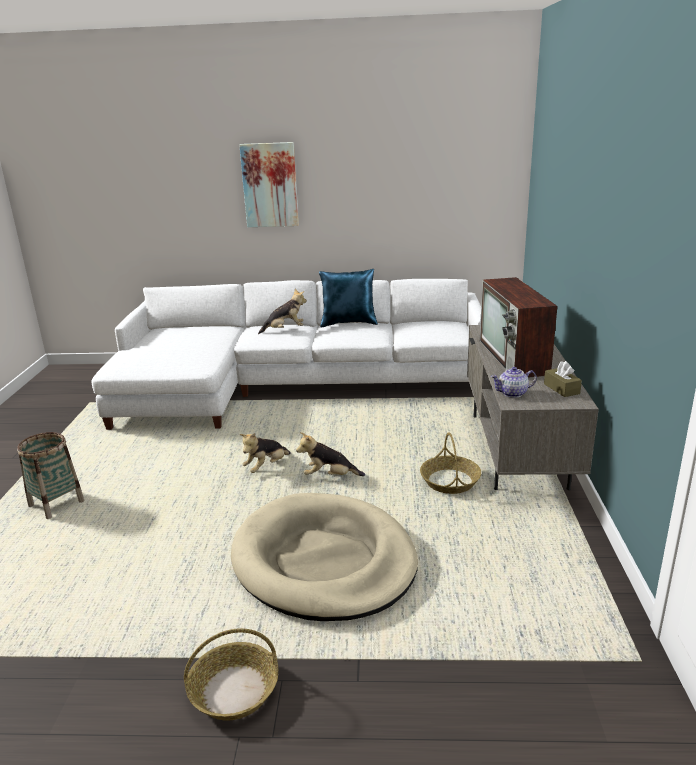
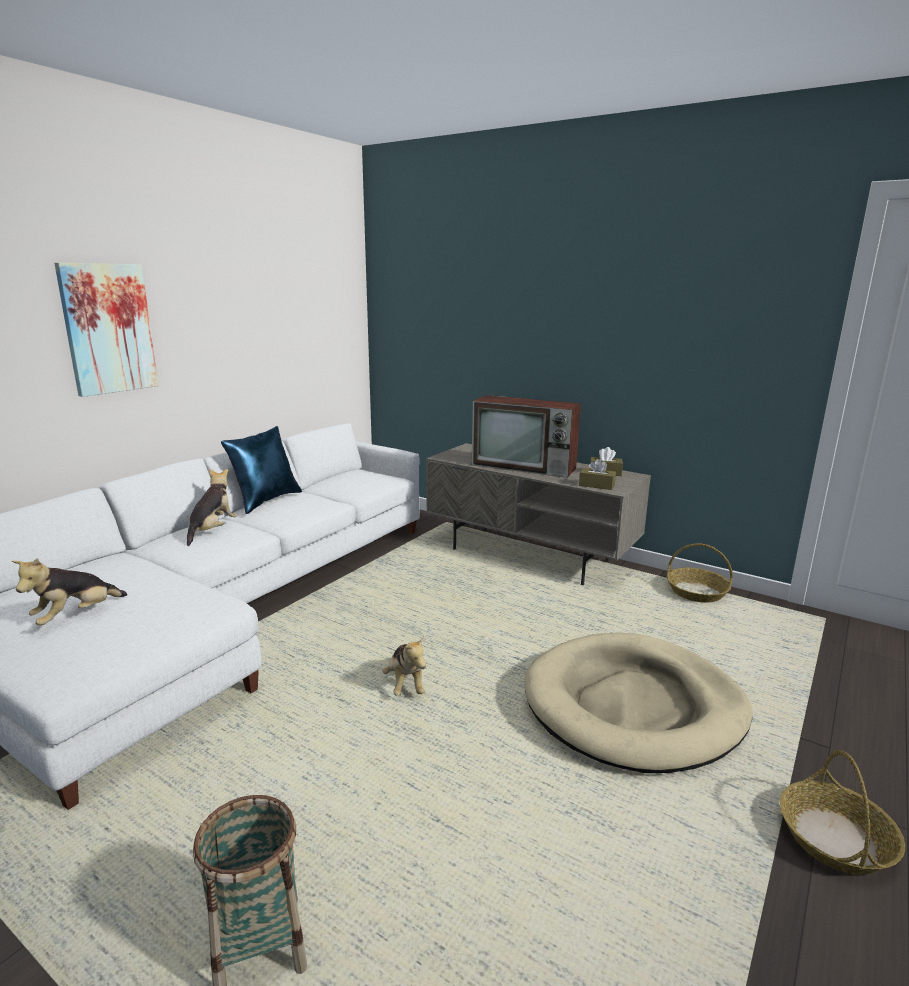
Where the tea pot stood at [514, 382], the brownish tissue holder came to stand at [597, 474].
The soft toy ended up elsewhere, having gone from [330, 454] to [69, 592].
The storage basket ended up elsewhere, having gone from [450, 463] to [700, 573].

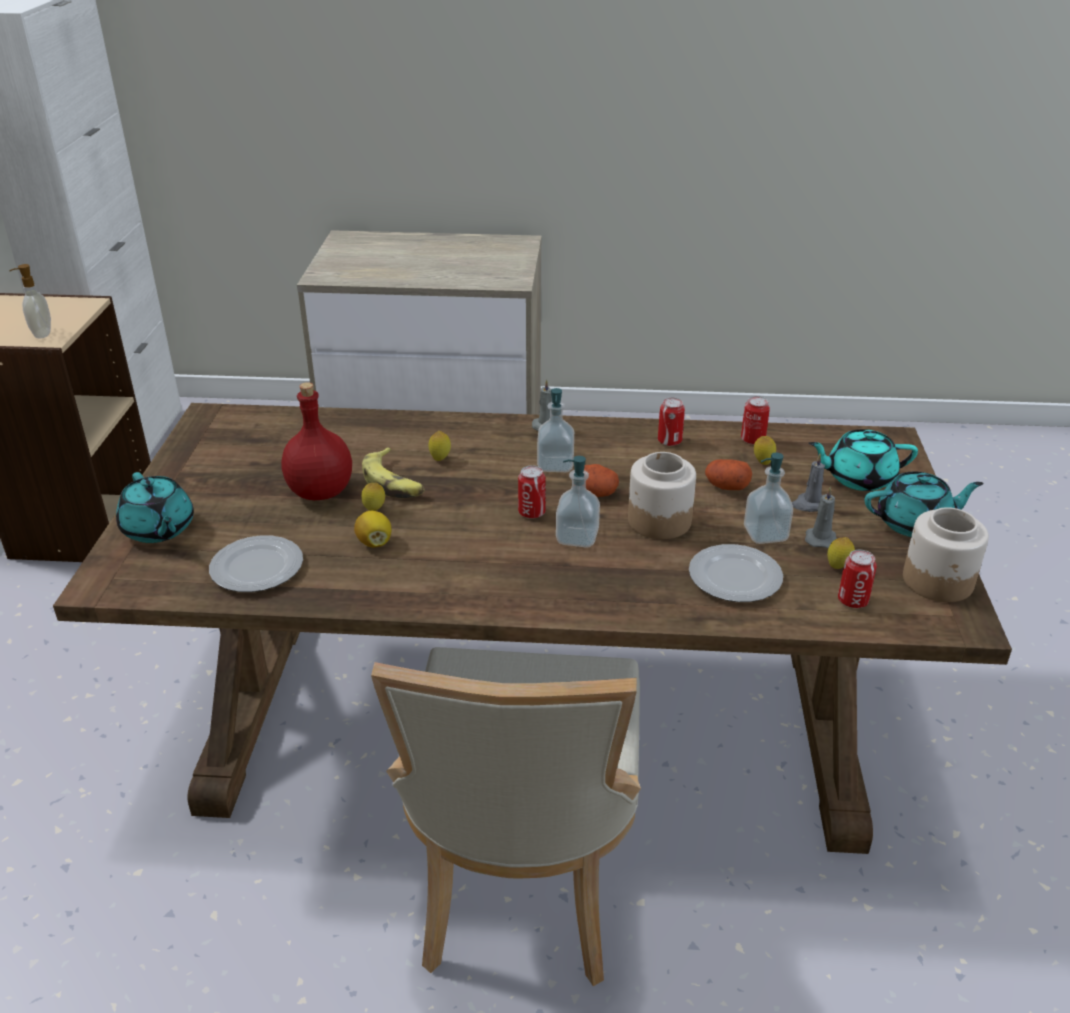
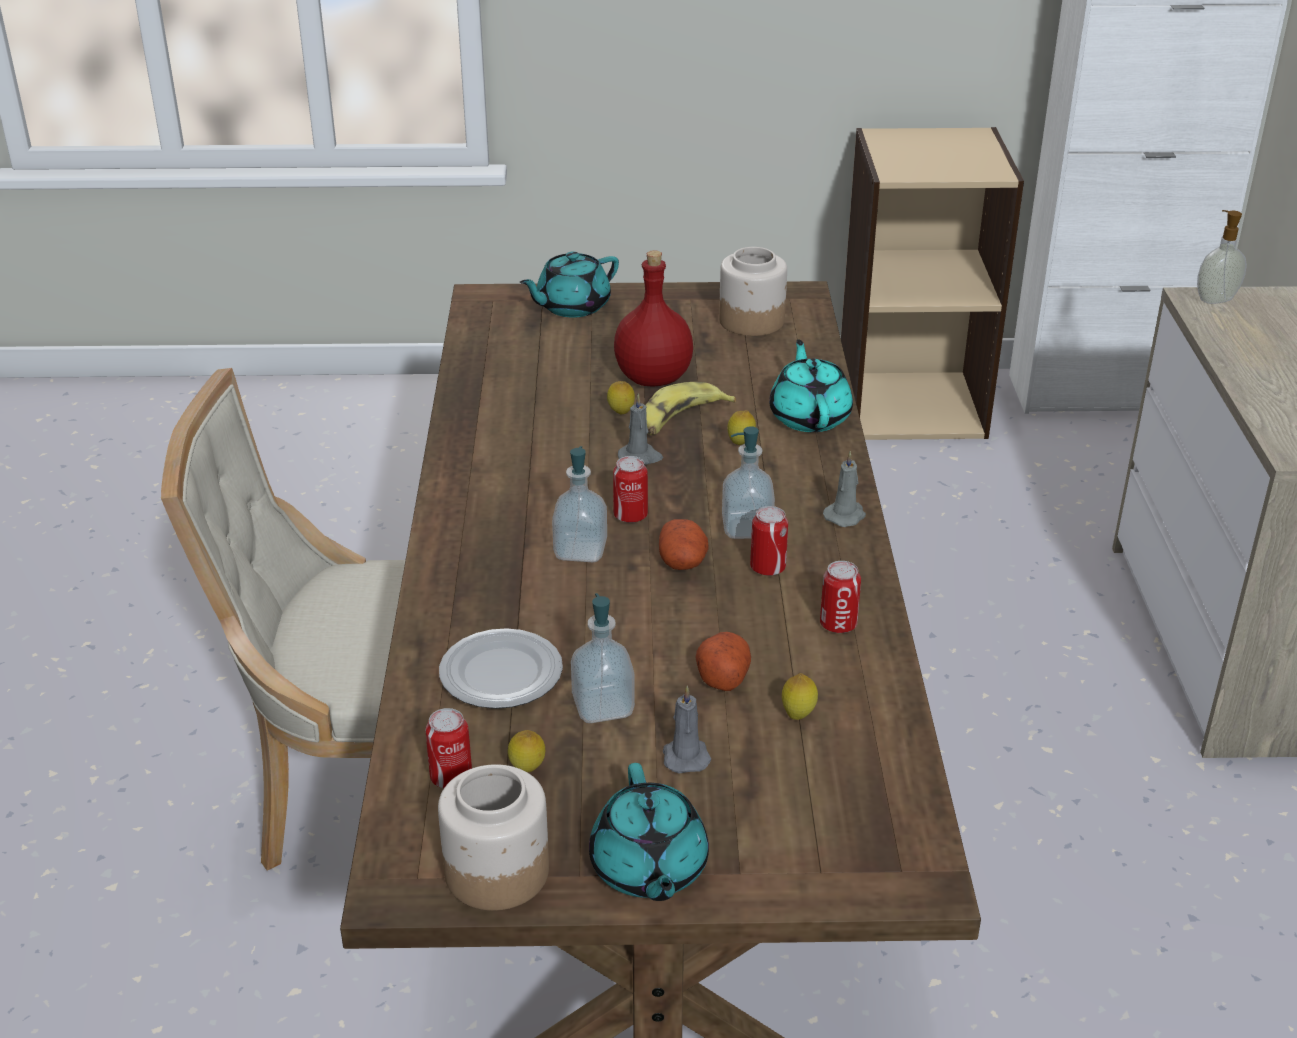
The liquid soap bottle ended up elsewhere, having gone from [30, 301] to [1222, 257].
The sealed can ended up elsewhere, having gone from [755, 420] to [769, 541].
The blue-green tea pot ended up elsewhere, having gone from [863, 460] to [811, 386].
The storage jar ended up elsewhere, having gone from [662, 495] to [753, 291].
The greyish wax candle ended up elsewhere, having gone from [821, 517] to [640, 429].
The second view lost the citrus fruit at [372, 529].
The second view lost the plate at [256, 563].

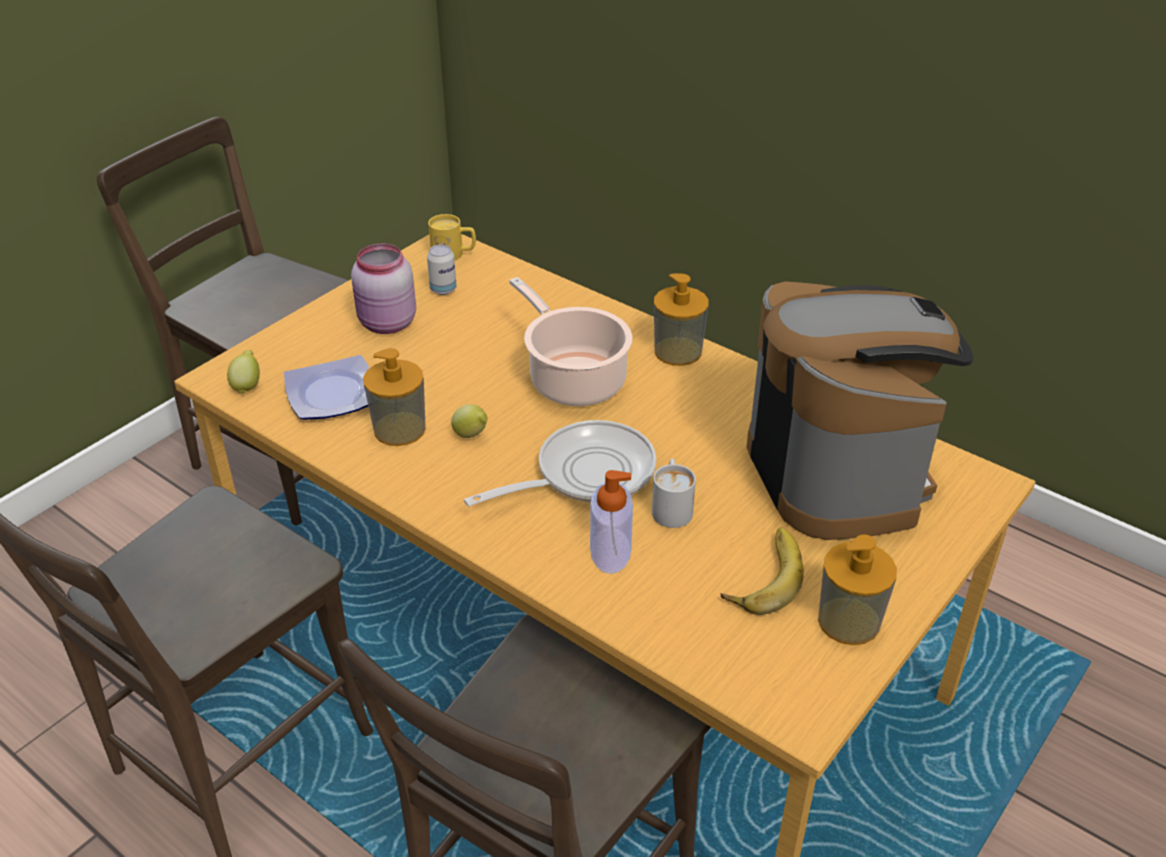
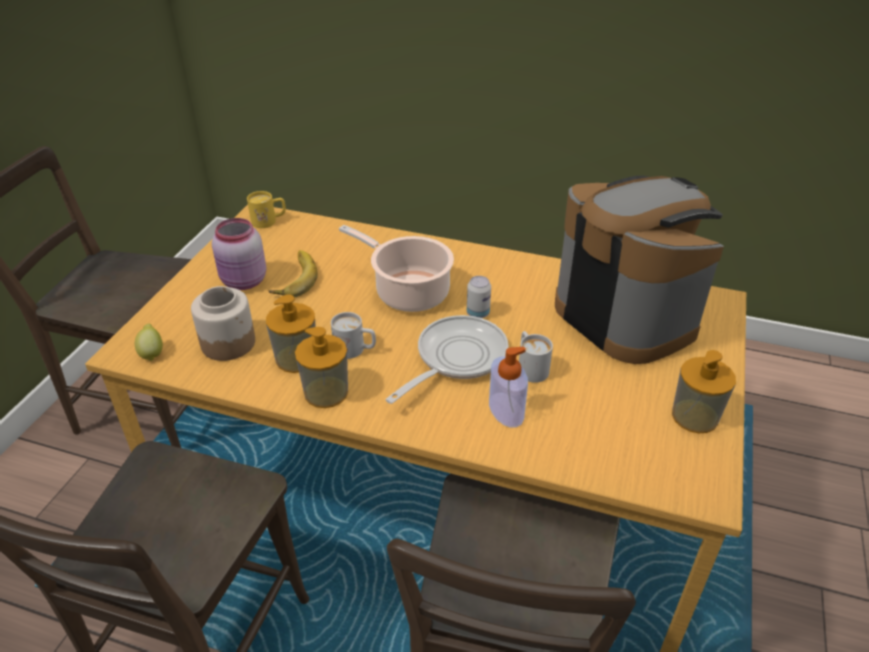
The sealed can ended up elsewhere, having gone from [442, 269] to [479, 297].
The liquid soap bottle ended up elsewhere, having gone from [681, 319] to [321, 367].
Where the plate stood at [327, 387], the storage jar came to stand at [223, 323].
Where the citrus fruit stood at [469, 421], the whitish tea mug came to stand at [353, 335].
The whole banana ended up elsewhere, having gone from [762, 571] to [293, 273].

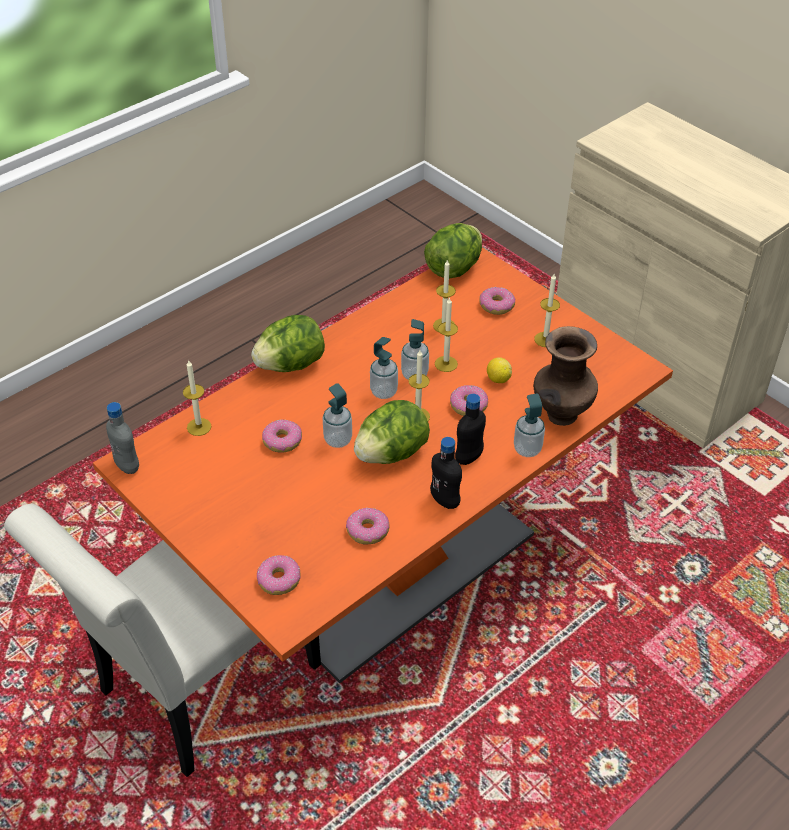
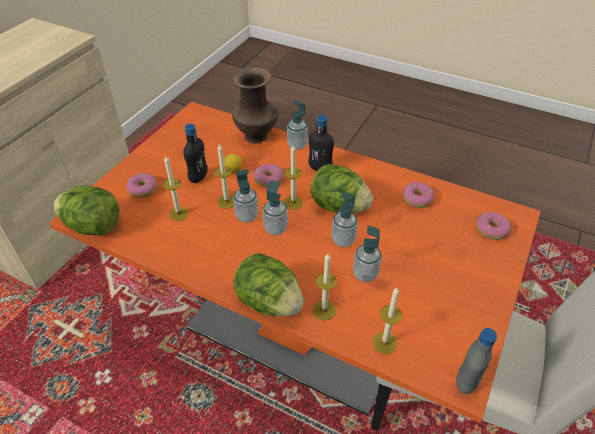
The wax candle ended up elsewhere, having gone from [547, 310] to [325, 287].
Where the doughnut stood at [282, 436], the liquid soap bottle came to stand at [367, 254].
The black beverage bottle ended up elsewhere, having gone from [446, 473] to [195, 153].

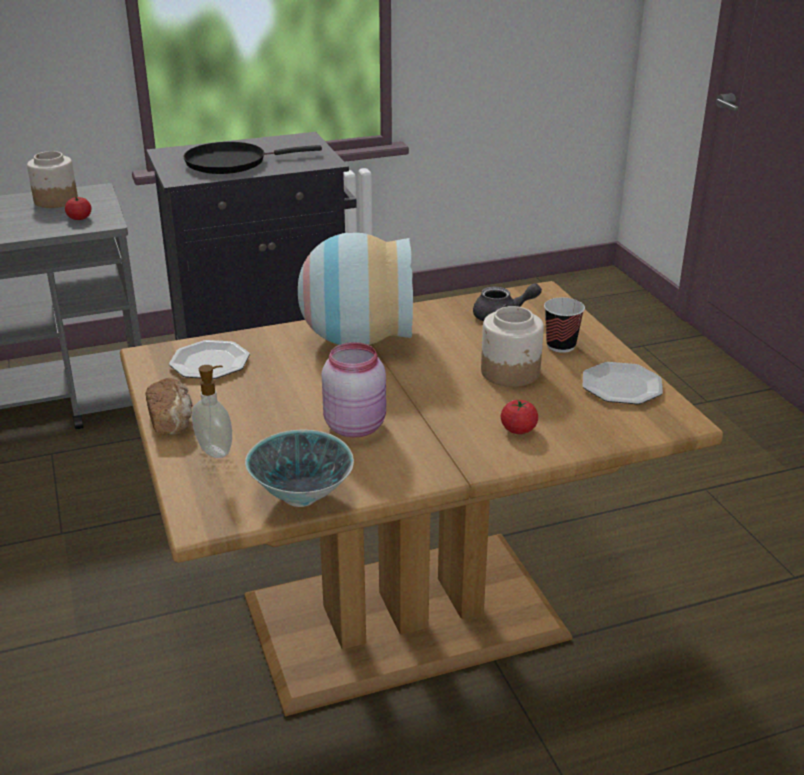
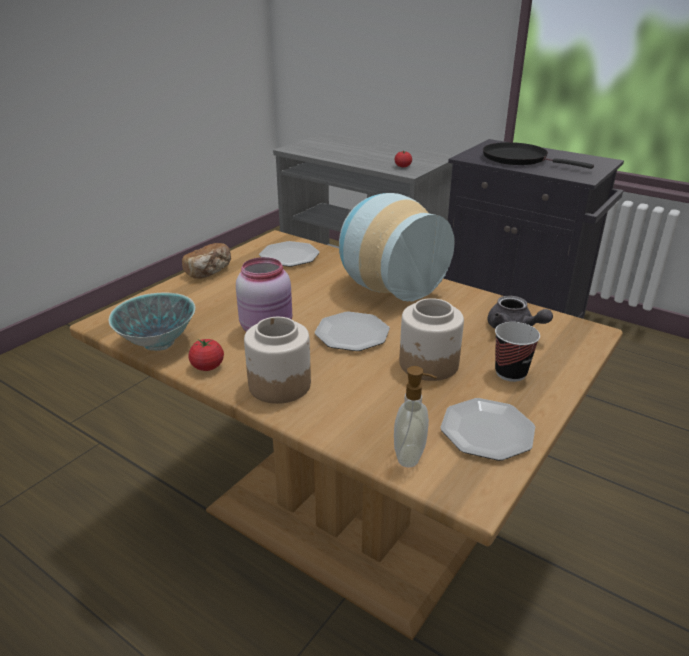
The storage jar ended up elsewhere, having gone from [52, 179] to [277, 360].
The liquid soap bottle ended up elsewhere, having gone from [212, 411] to [415, 417].
The fresh tomato ended up elsewhere, having gone from [519, 416] to [206, 355].
The second view gained the plate at [352, 331].

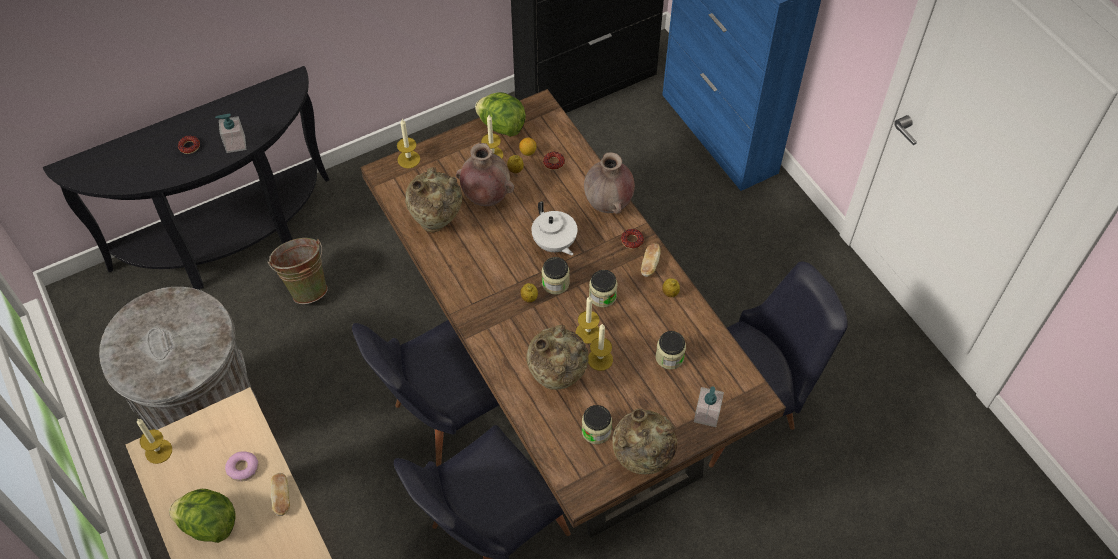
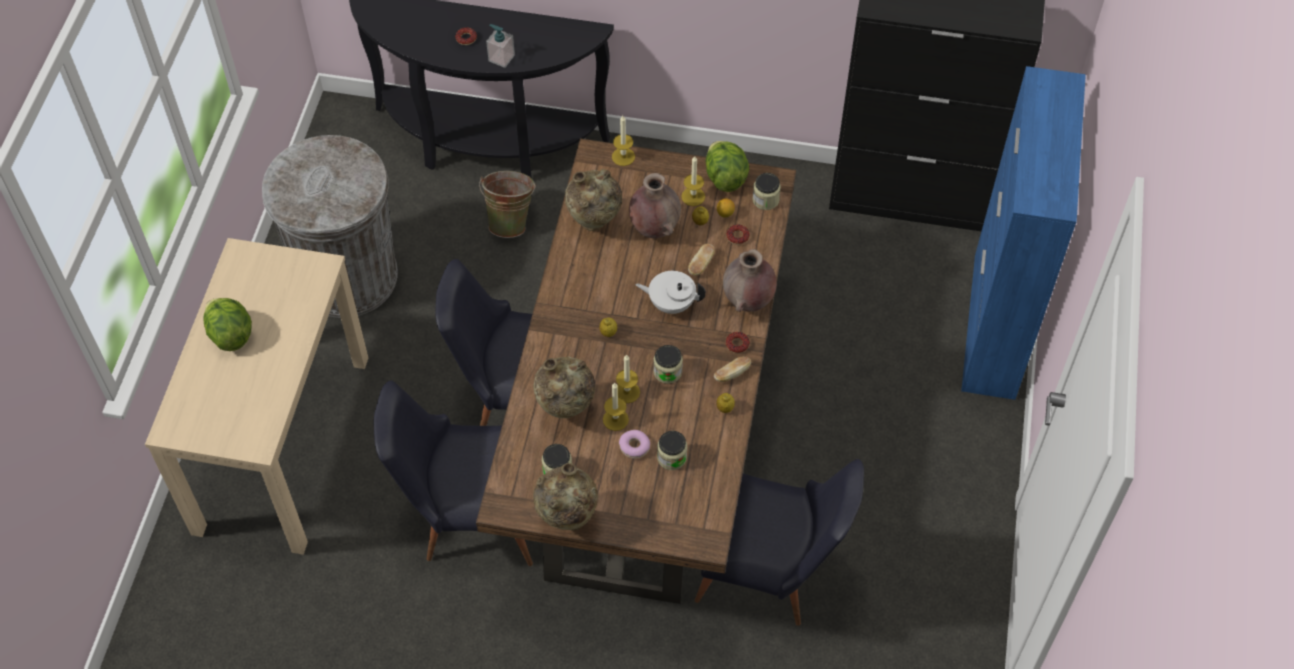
The whitish tea pot at [554, 228] ended up facing another way, 90 degrees clockwise from before.
The storage jar ended up elsewhere, having gone from [556, 276] to [766, 191].
The second view lost the liquid soap bottle at [709, 407].
The second view lost the wax candle at [154, 441].
The doughnut ended up elsewhere, having gone from [242, 466] to [634, 444].
The bread ended up elsewhere, having gone from [280, 494] to [701, 260].

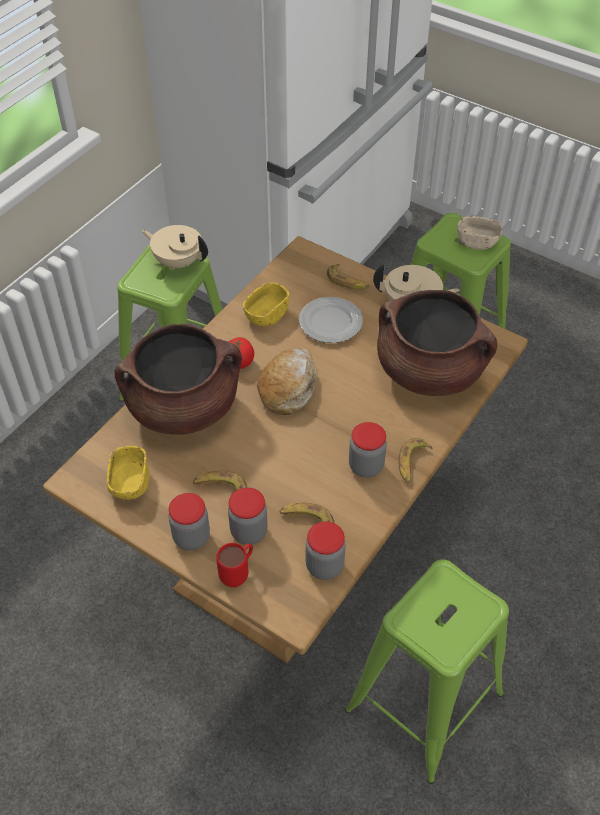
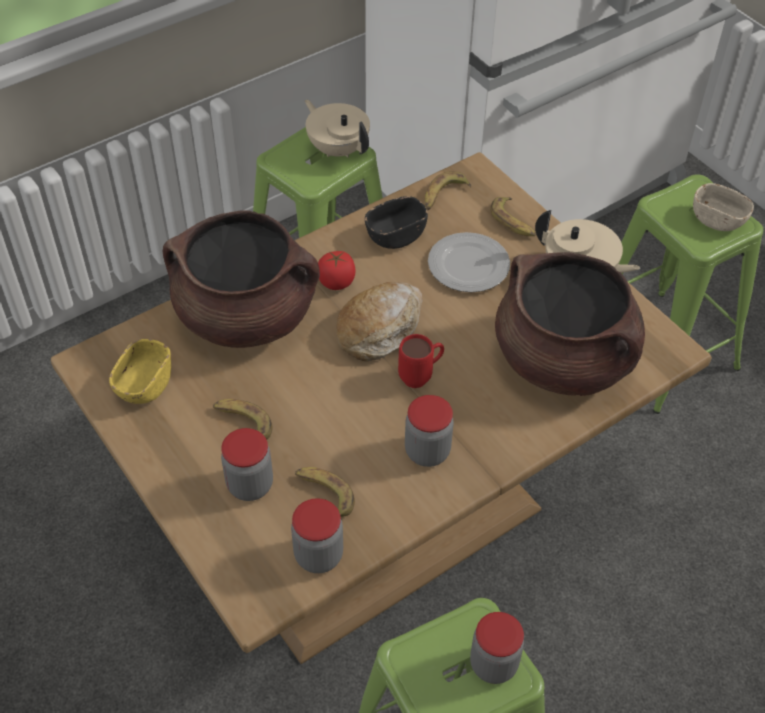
What was the yellowish bowl at [266, 304] turned into the black bowl at [396, 222].
The whole banana ended up elsewhere, having gone from [415, 461] to [448, 191].
The storage jar ended up elsewhere, having gone from [189, 522] to [497, 648].
The red-coloured tea mug ended up elsewhere, having gone from [234, 565] to [421, 361].

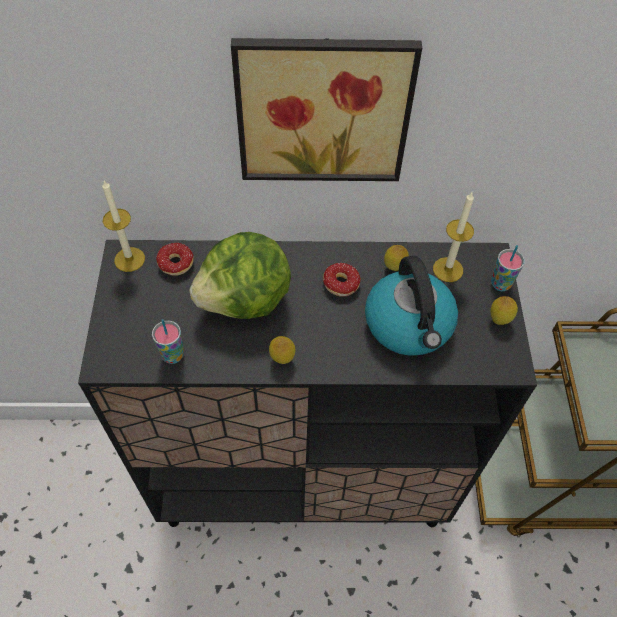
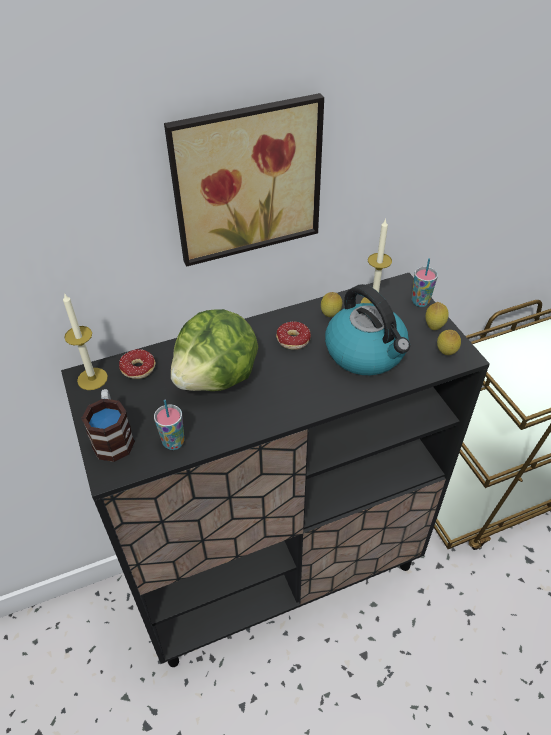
The citrus fruit ended up elsewhere, having gone from [282, 350] to [449, 342].
The second view gained the tea mug at [108, 425].

